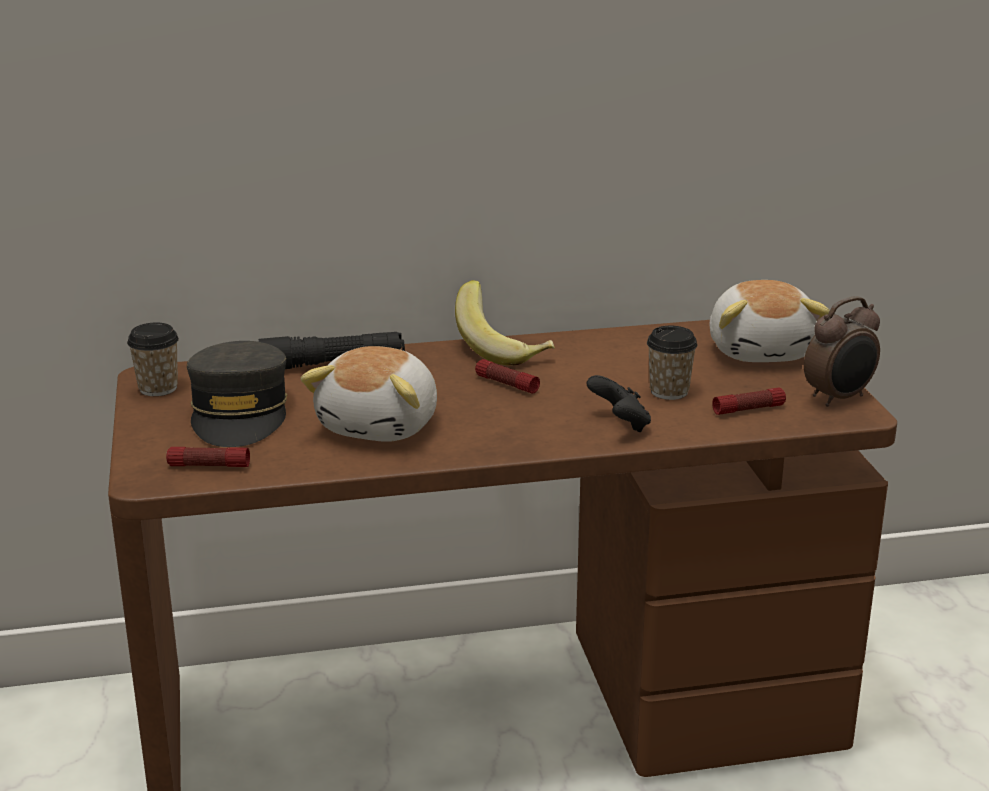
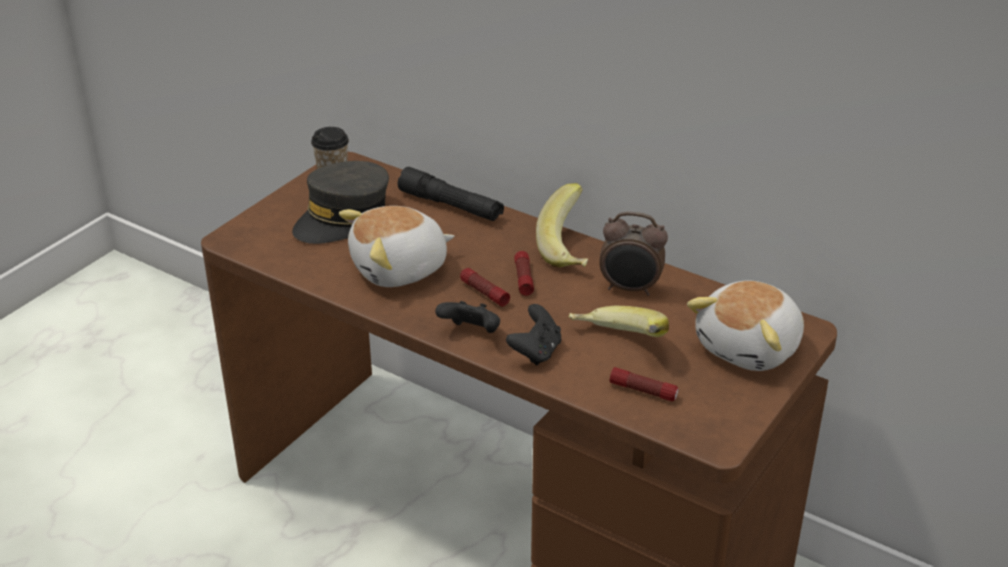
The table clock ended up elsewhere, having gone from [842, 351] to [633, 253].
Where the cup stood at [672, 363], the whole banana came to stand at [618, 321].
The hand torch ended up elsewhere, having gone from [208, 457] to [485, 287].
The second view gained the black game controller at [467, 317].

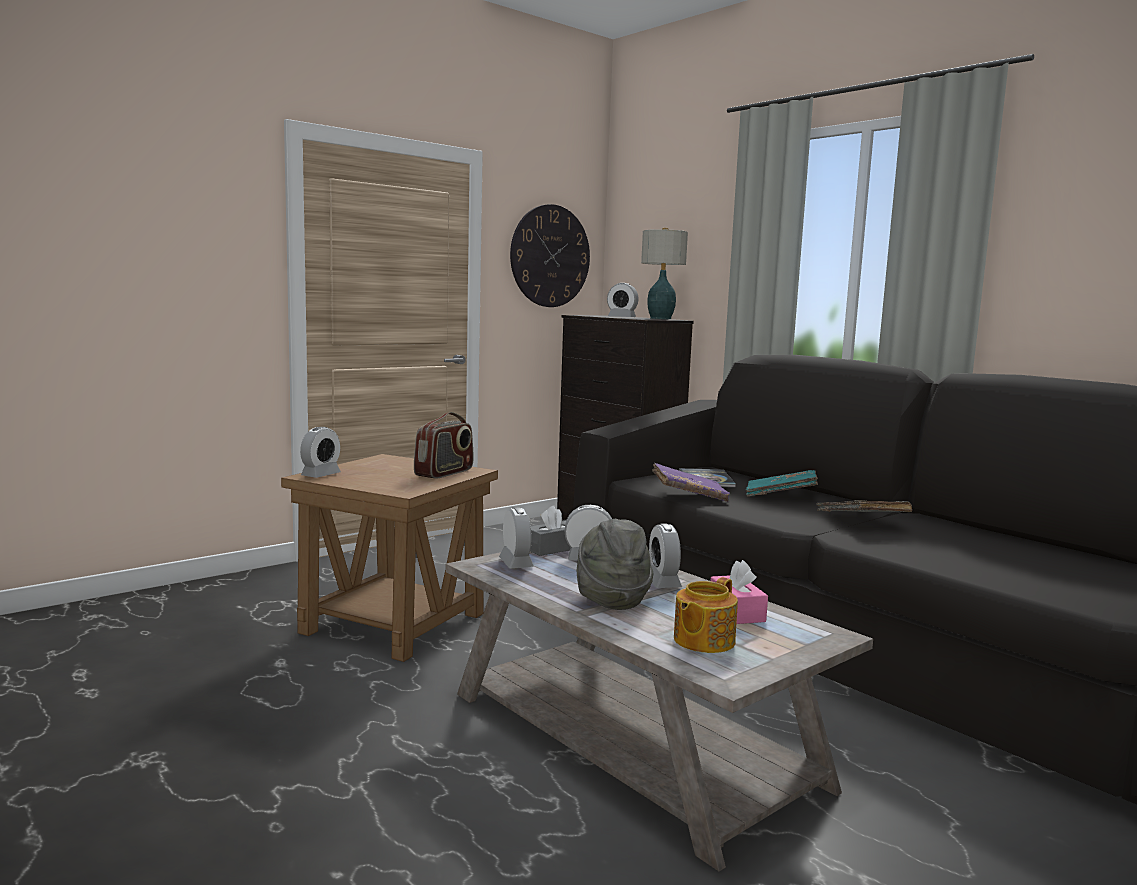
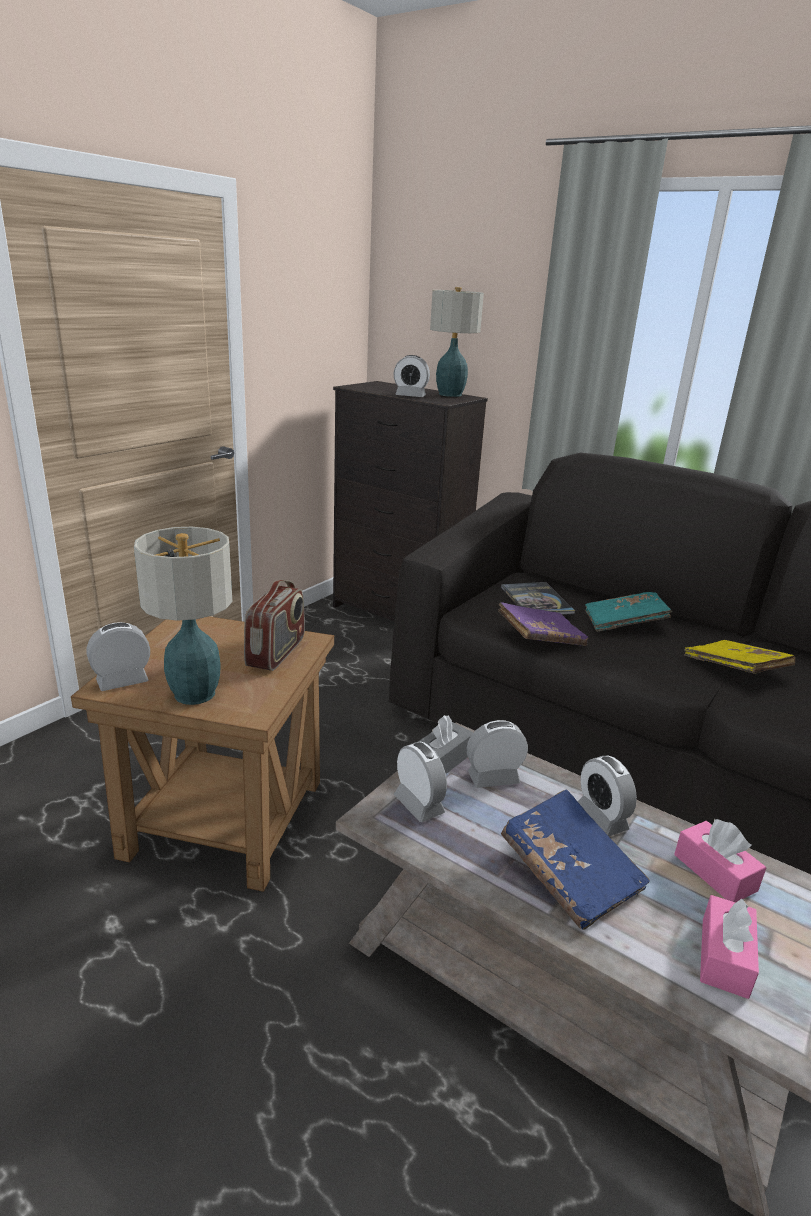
The second view lost the hanging clock at [550, 255].
The table clock at [320, 452] ended up facing another way, 135 degrees counterclockwise from before.
What was the greyish bound book at [864, 506] turned into the yellowish bound book at [739, 657].
Where the greyish hat stood at [615, 564], the blue-coloured bound book came to stand at [575, 859].
Where the tea pot stood at [706, 615], the pink-coloured tissue holder came to stand at [729, 947].
The second view gained the table lamp at [183, 616].

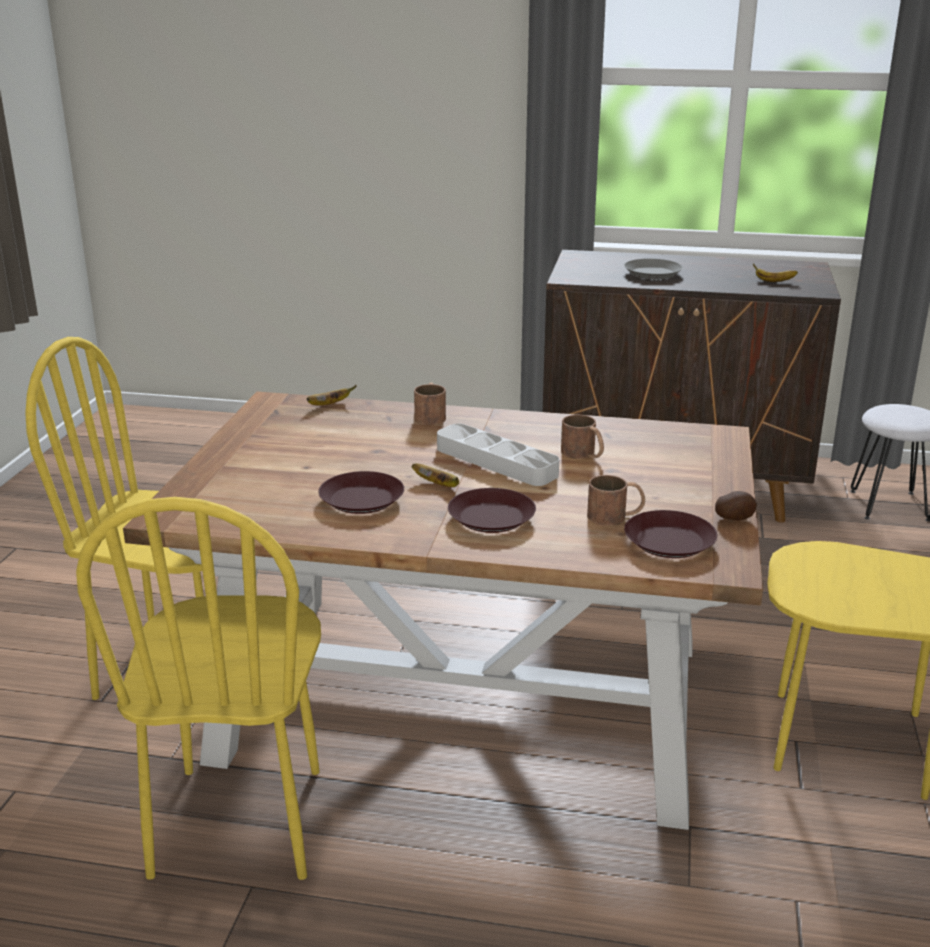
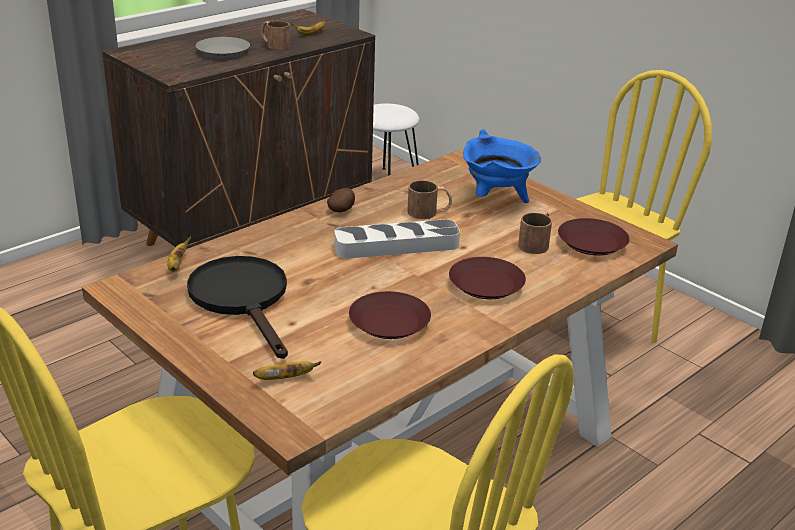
The brownish tea mug ended up elsewhere, having gone from [430, 404] to [275, 35].
The whole banana ended up elsewhere, having gone from [435, 475] to [287, 370].
The whole potato ended up elsewhere, having gone from [736, 505] to [341, 200].
The second view gained the blue-coloured saucepot at [502, 166].
The second view gained the black pan at [237, 307].

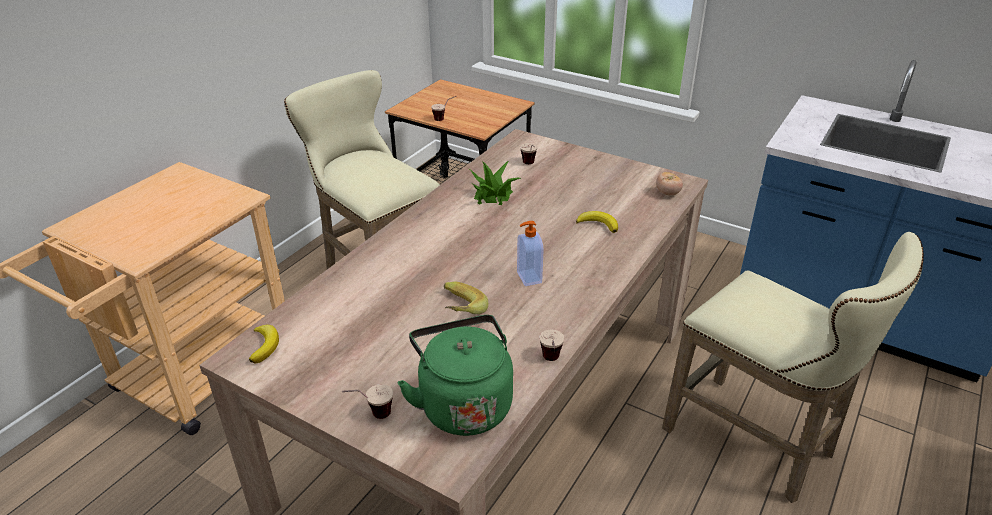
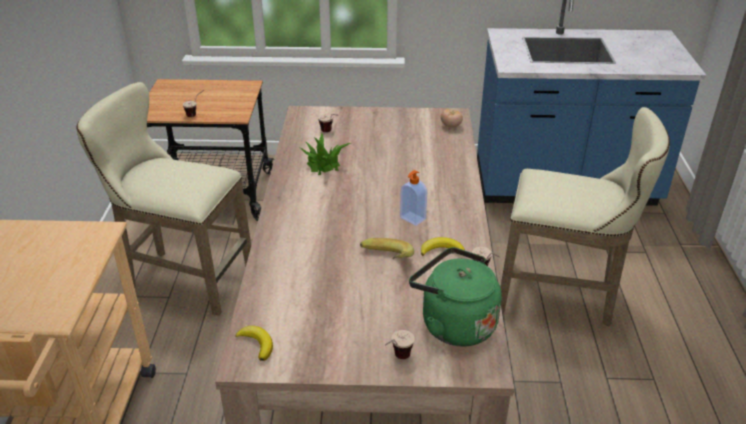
The whole banana ended up elsewhere, having gone from [597, 222] to [443, 246].

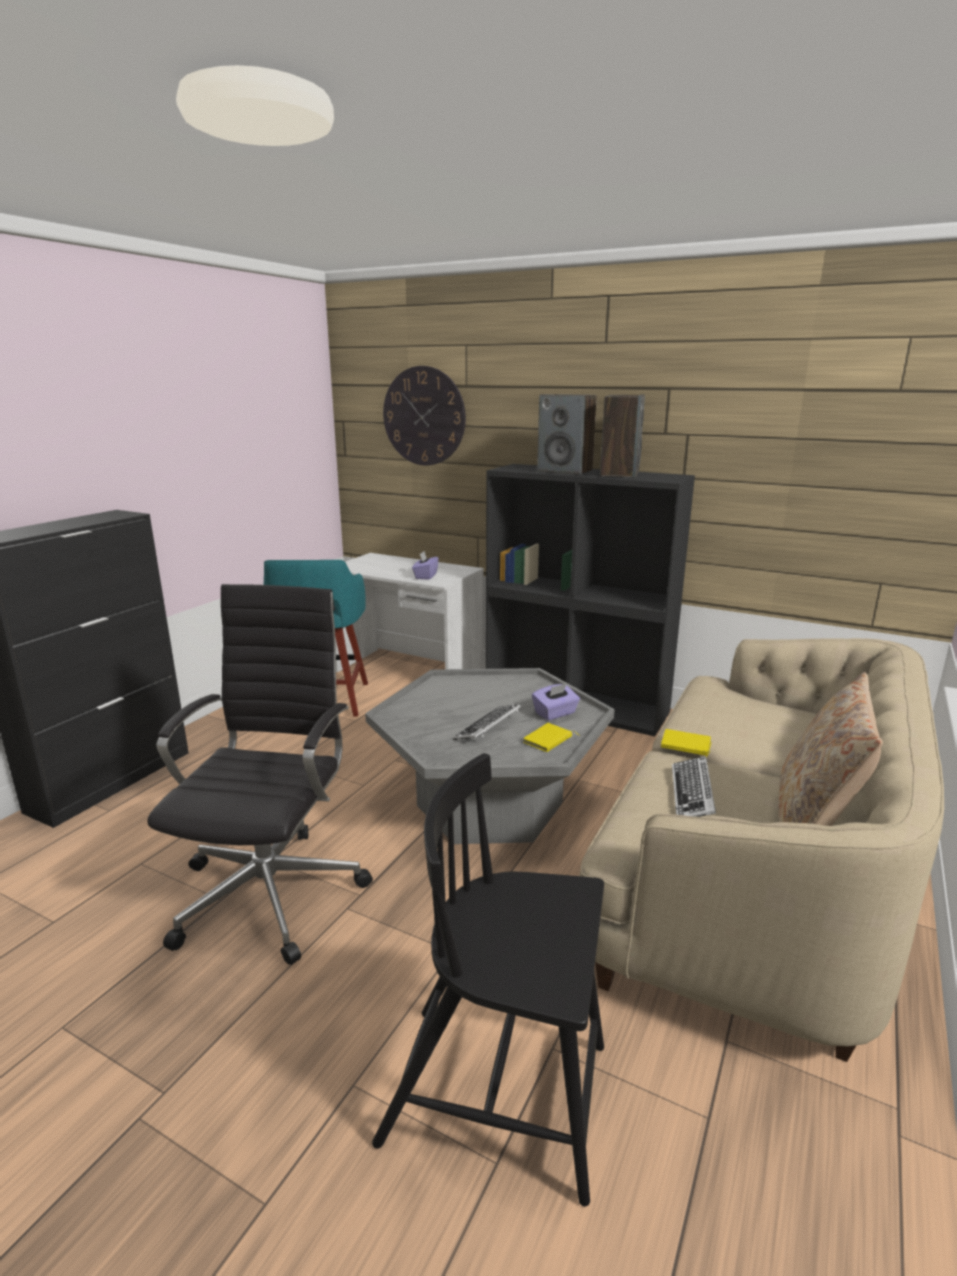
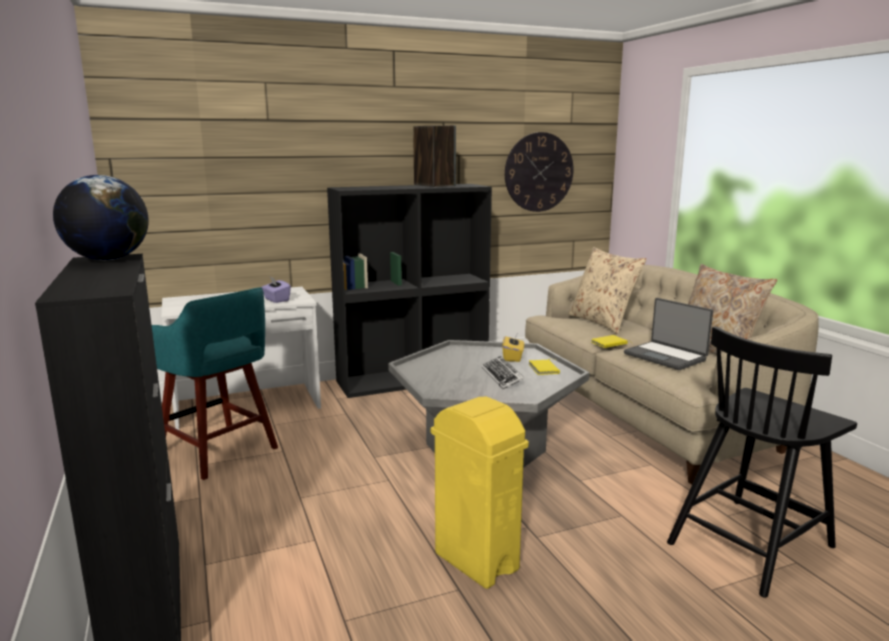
The hanging clock ended up elsewhere, having gone from [424, 416] to [539, 172].
The second view lost the audio speaker at [567, 434].
Where the black desk chair stood at [260, 774], the yellowish trash can came to stand at [480, 493].
What was the purple tissue holder at [556, 702] turned into the yellowish tissue holder at [513, 348].
Where the PC keyboard stood at [694, 786], the portable computer came to stand at [668, 334].
The second view gained the world globe at [101, 217].
The second view gained the sand-coloured throw pillow at [607, 290].

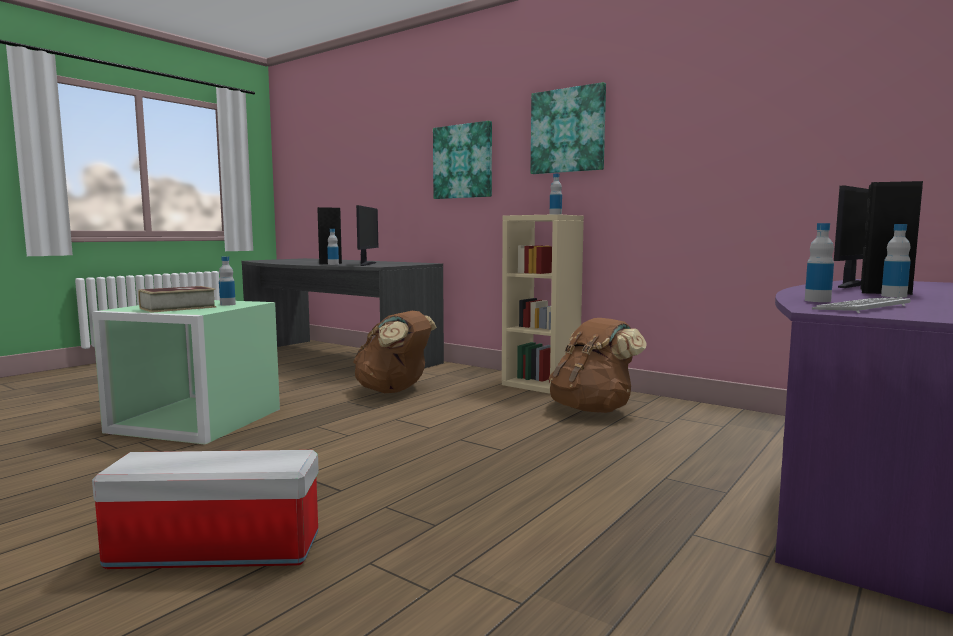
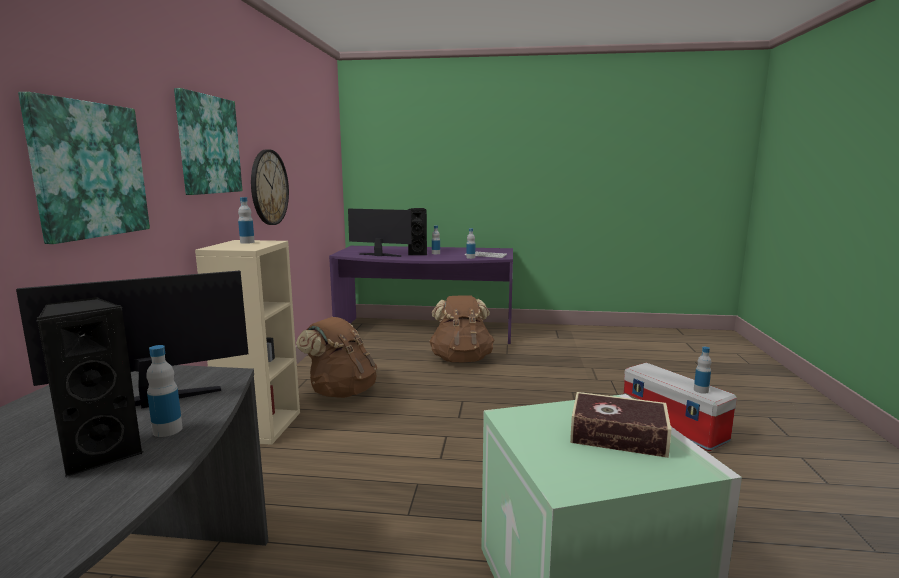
The beverage bottle ended up elsewhere, having gone from [227, 281] to [702, 370].
The brownish knapsack ended up elsewhere, having gone from [395, 352] to [461, 328].
The second view gained the hanging clock at [270, 187].

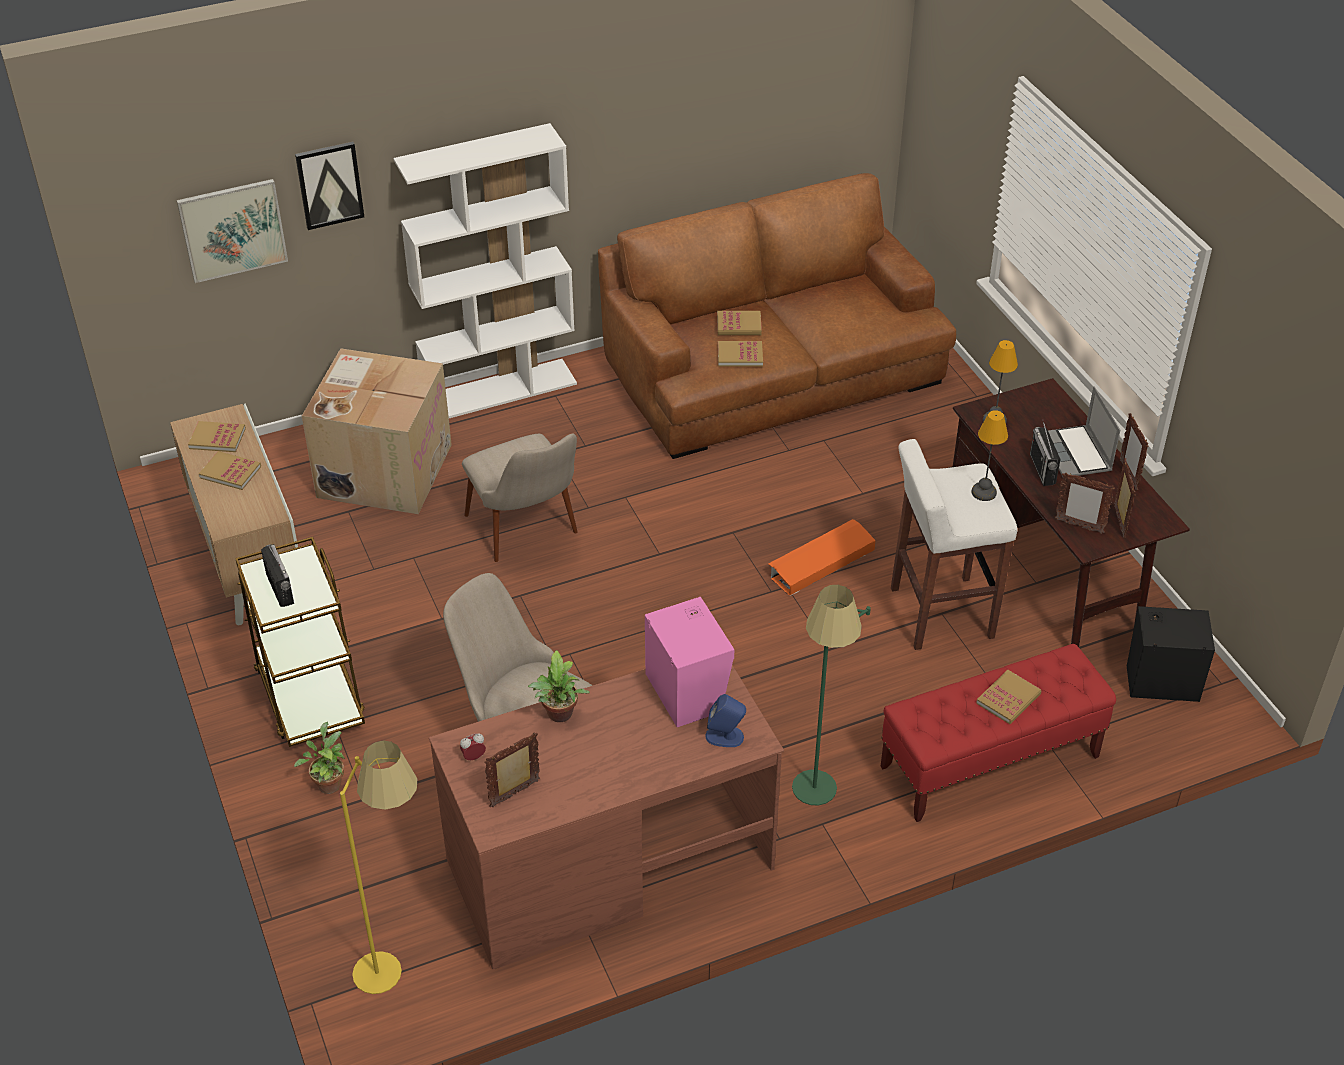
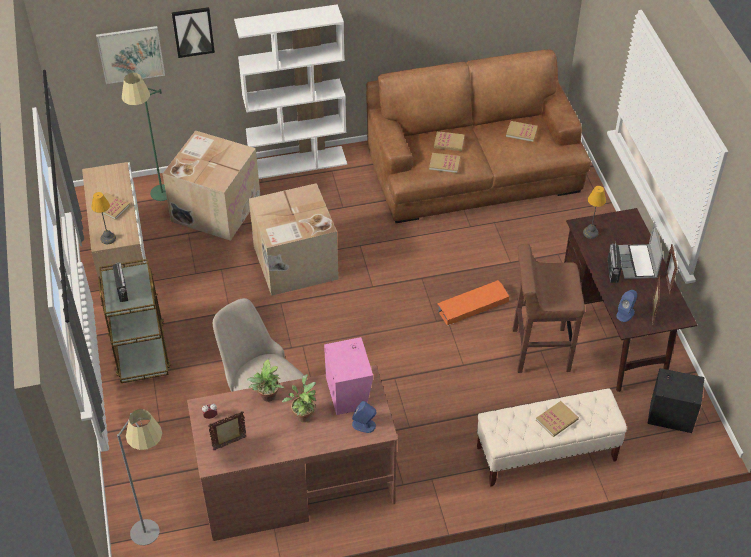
The table lamp ended up elsewhere, having gone from [989, 455] to [103, 218].
The bound book ended up elsewhere, having gone from [217, 436] to [522, 131].
Where the sand-coloured chair stood at [520, 498], the cardboard box came to stand at [294, 239].
What was the whitish stool at [954, 544] turned into the brownish stool at [549, 308].
Where the picture frame stood at [1085, 503], the blue-coloured audio speaker came to stand at [626, 306].
The green-coloured floor lamp ended up elsewhere, having gone from [831, 695] to [144, 137].
What was the red-coloured indoor bench at [998, 733] turned into the sand-coloured indoor bench at [552, 437].
The houseplant ended up elsewhere, having gone from [319, 758] to [299, 398].
What was the yellowish floor lamp at [378, 867] turned into the greyish floor lamp at [139, 477].

